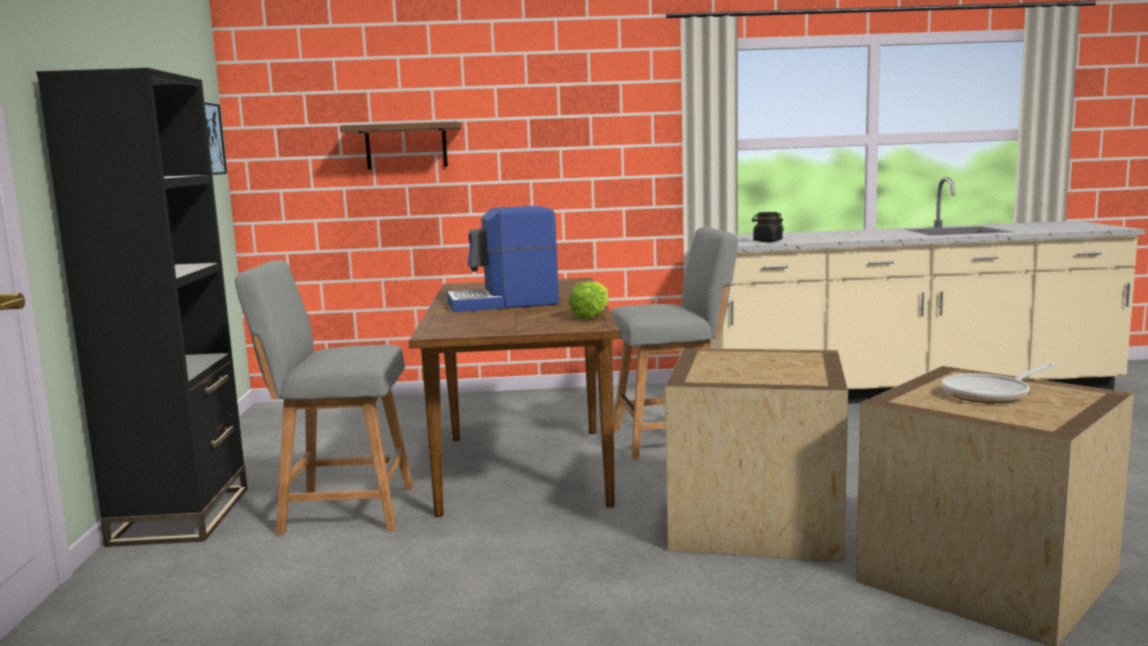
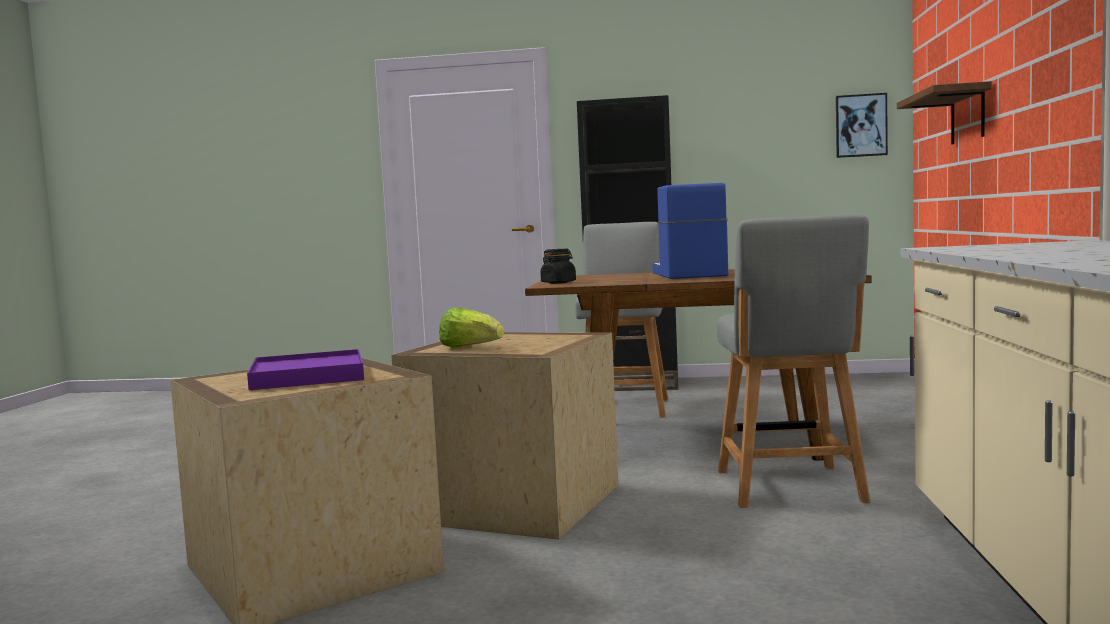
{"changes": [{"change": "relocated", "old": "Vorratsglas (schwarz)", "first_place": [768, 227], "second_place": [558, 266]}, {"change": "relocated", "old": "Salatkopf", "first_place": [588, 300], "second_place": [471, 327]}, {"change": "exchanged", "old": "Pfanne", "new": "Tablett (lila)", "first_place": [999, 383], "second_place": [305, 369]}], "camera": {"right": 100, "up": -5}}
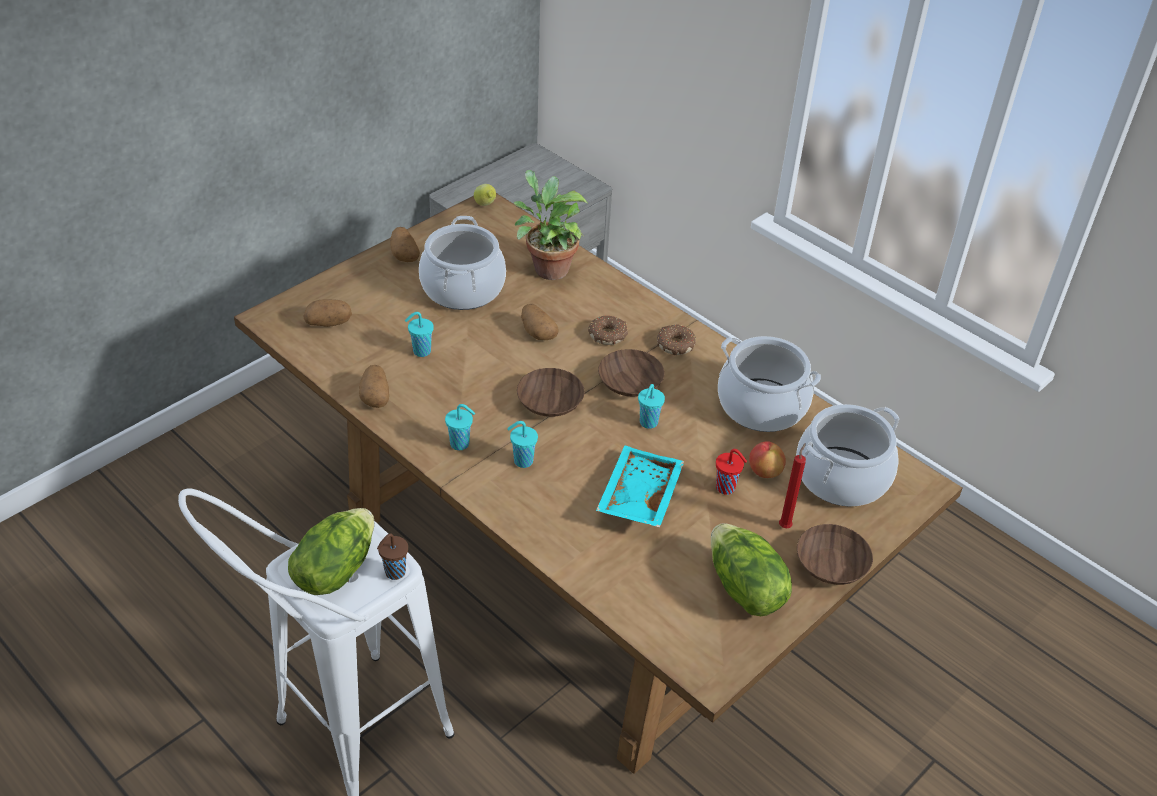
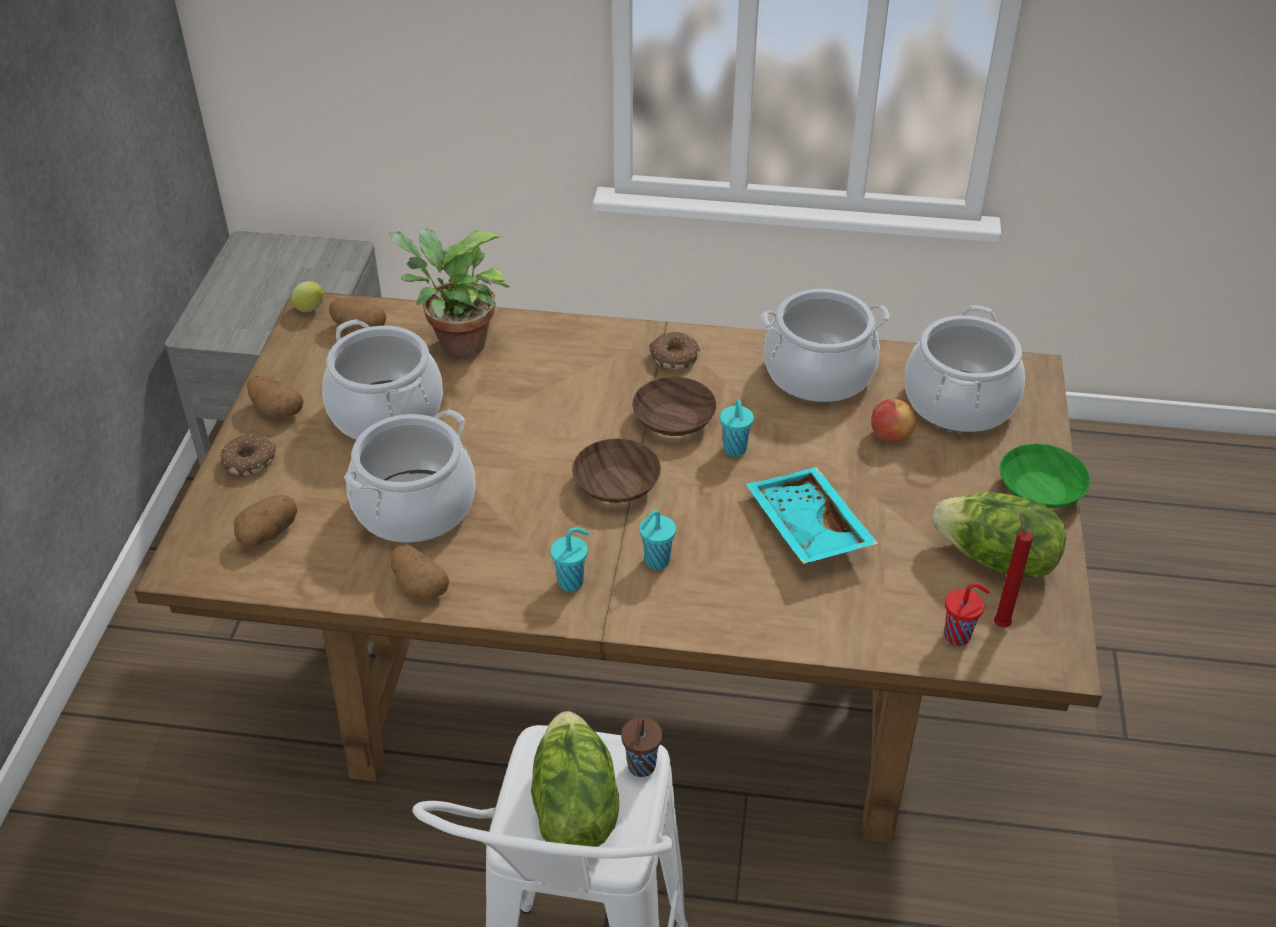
{"changes": [{"change": "relocated", "old": "Kartoffel", "first_place": [540, 322], "second_place": [357, 315]}, {"change": "exchanged", "old": "Tasse (türkis)", "new": "Kochtopf", "first_place": [419, 334], "second_place": [409, 476]}, {"change": "relocated", "old": "Donut", "first_place": [608, 330], "second_place": [248, 455]}, {"change": "relocated", "old": "Kerze (rot)", "first_place": [792, 485], "second_place": [1013, 571]}, {"change": "relocated", "old": "Tasse (rot)", "first_place": [731, 472], "second_place": [967, 614]}, {"change": "colour", "old": "Schüssel (braun)", "new": "Schüssel (grün)", "first_place": [835, 554], "second_place": [1045, 476]}], "camera": {"right": -35, "up": 0}}
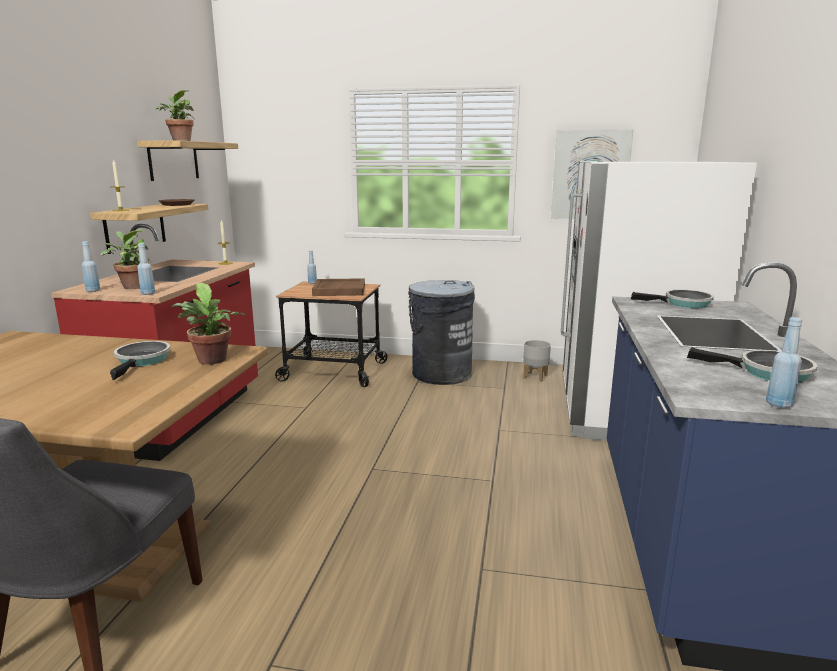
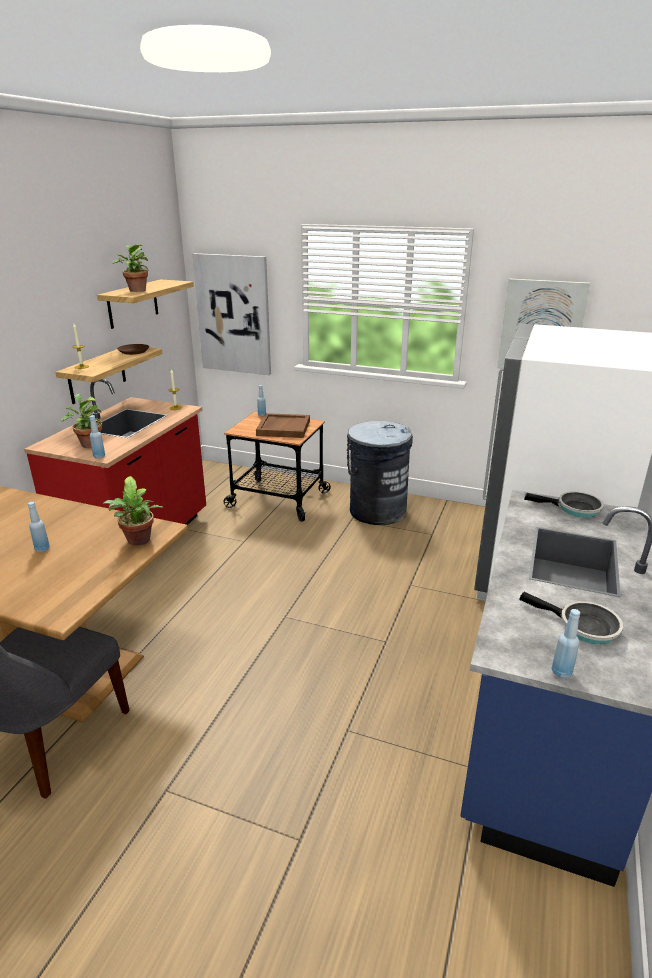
{"changes": [{"change": "relocated", "old": "Flasche (blau)", "first_place": [91, 266], "second_place": [39, 527]}, {"change": "missing", "old": "Pflanzkübel (grau)", "first_place": [537, 361]}, {"change": "missing", "old": "Pfanne", "first_place": [140, 360]}, {"change": "appeared", "new": "Bild", "second_place": [231, 314]}], "camera": {"right": 10, "up": 10}}
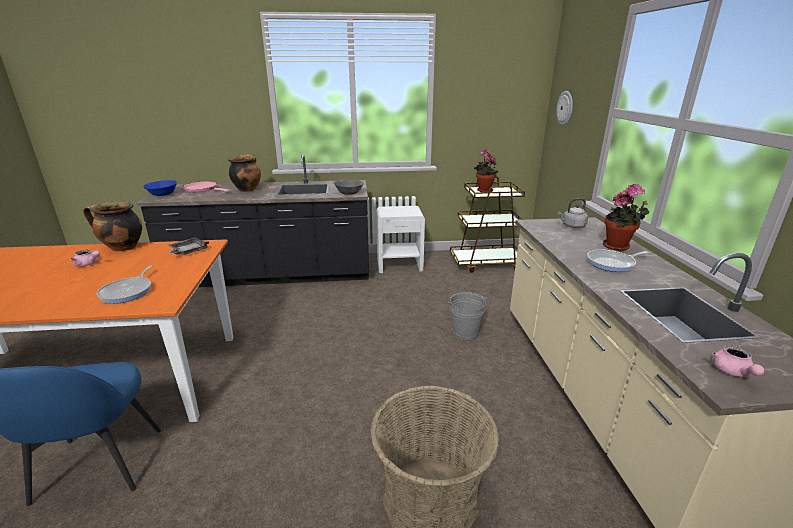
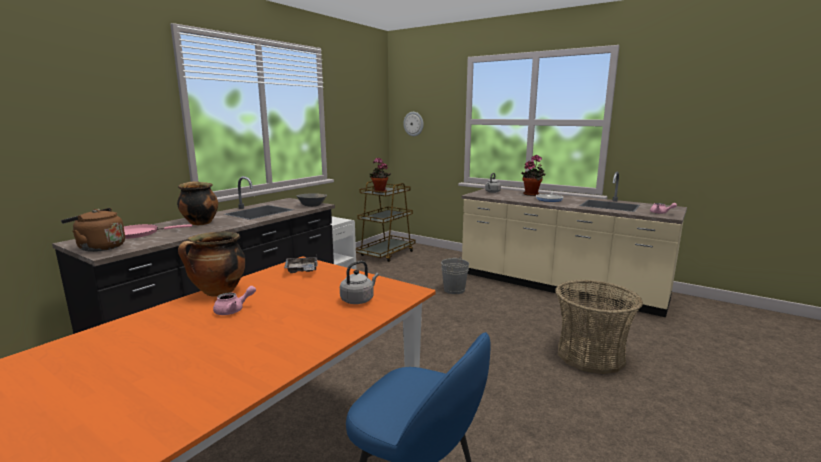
{"changes": [{"change": "exchanged", "old": "Schüssel (blau)", "new": "Wasserkessel (braun)", "first_place": [160, 188], "second_place": [93, 230]}, {"change": "exchanged", "old": "Pfanne", "new": "Wasserkessel (grau)", "first_place": [124, 285], "second_place": [359, 282]}], "camera": {"right": -50, "up": -10}}
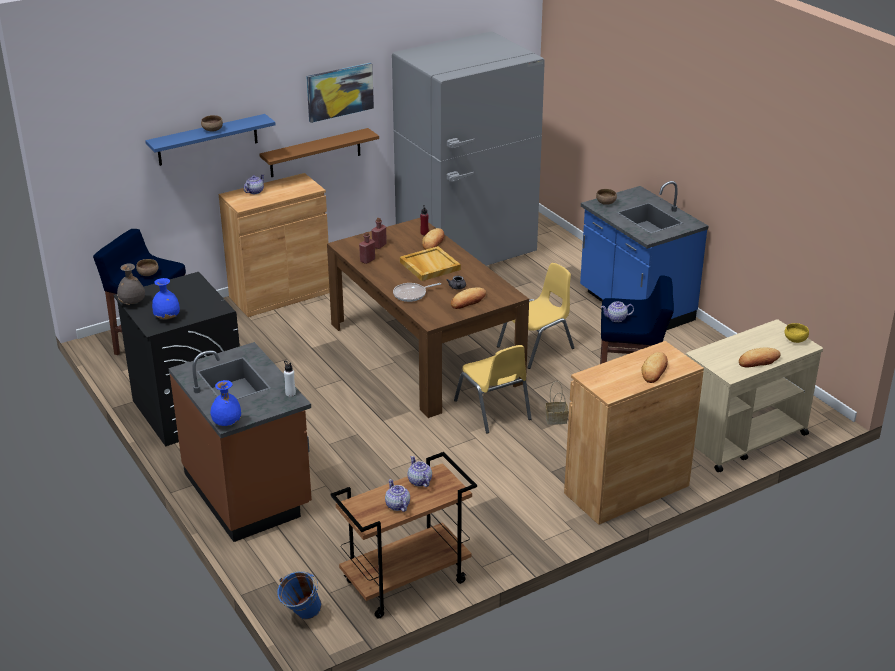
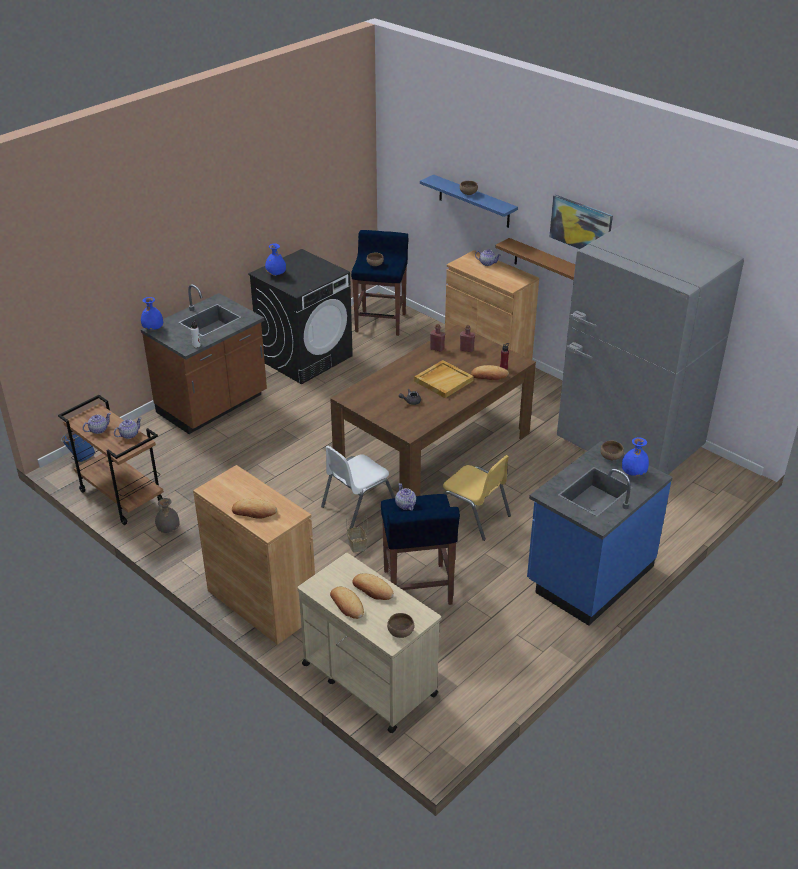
{"changes": [{"change": "relocated", "old": "Vase (grau)", "first_place": [131, 284], "second_place": [167, 515]}, {"change": "missing", "old": "Pfanne", "first_place": [417, 292]}, {"change": "relocated", "old": "Brot", "first_place": [468, 298], "second_place": [373, 586]}, {"change": "colour", "old": "Schüssel (gelb)", "new": "Schüssel (braun)", "first_place": [797, 333], "second_place": [400, 625]}, {"change": "colour", "old": "Stuhl (gelb)", "new": "Stuhl (weiß)", "first_place": [493, 389], "second_place": [358, 487]}, {"change": "appeared", "new": "Vase (blau)", "second_place": [635, 456]}], "camera": {"right": 75, "up": 5}}
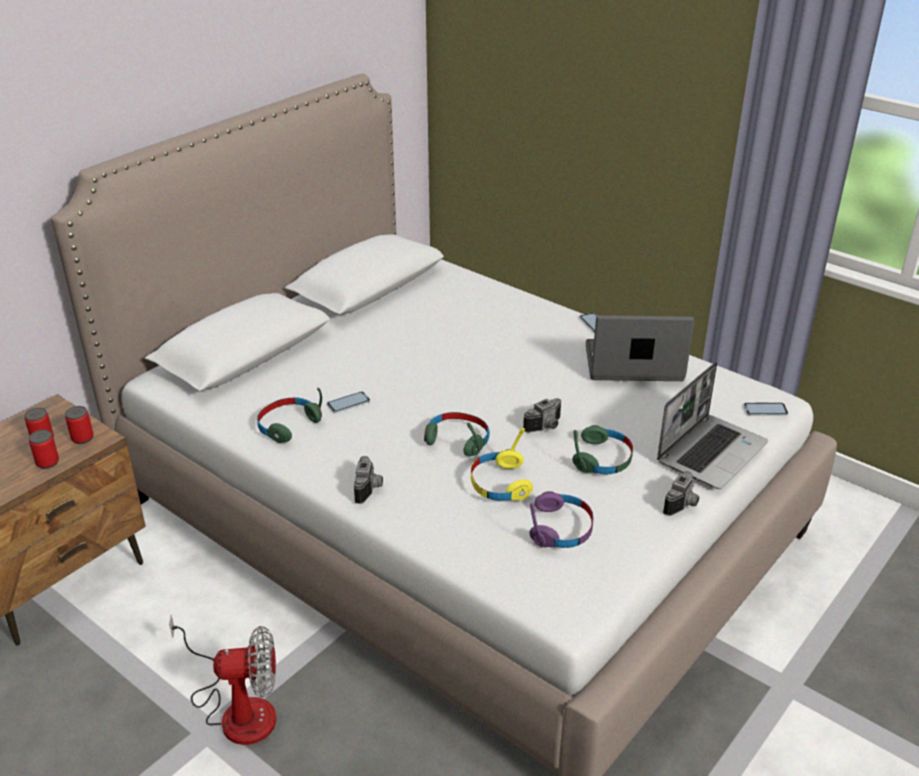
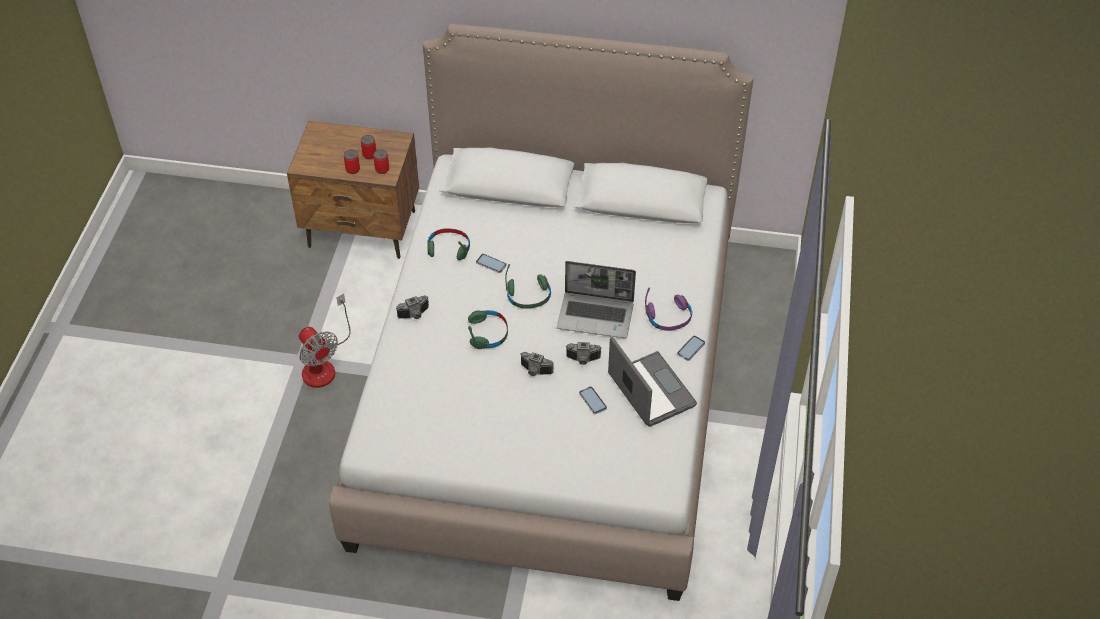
{"changes": [{"change": "relocated", "old": "Laptop", "first_place": [712, 425], "second_place": [596, 299]}, {"change": "relocated", "old": "Handy", "first_place": [766, 409], "second_place": [593, 400]}, {"change": "relocated", "old": "Kopfhörer (grün)", "first_place": [602, 449], "second_place": [528, 286]}, {"change": "missing", "old": "Kopfhörer (gelb)", "first_place": [502, 464]}, {"change": "relocated", "old": "Kamera", "first_place": [681, 493], "second_place": [584, 353]}, {"change": "relocated", "old": "Kopfhörer (lila)", "first_place": [561, 519], "second_place": [668, 309]}], "camera": {"right": 60, "up": 15}}
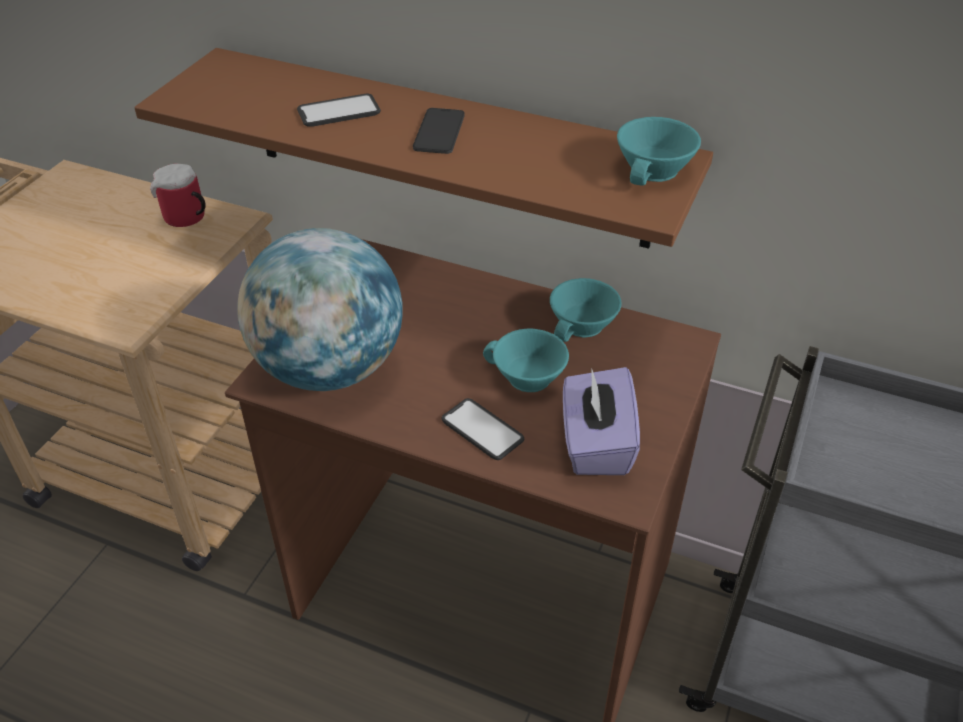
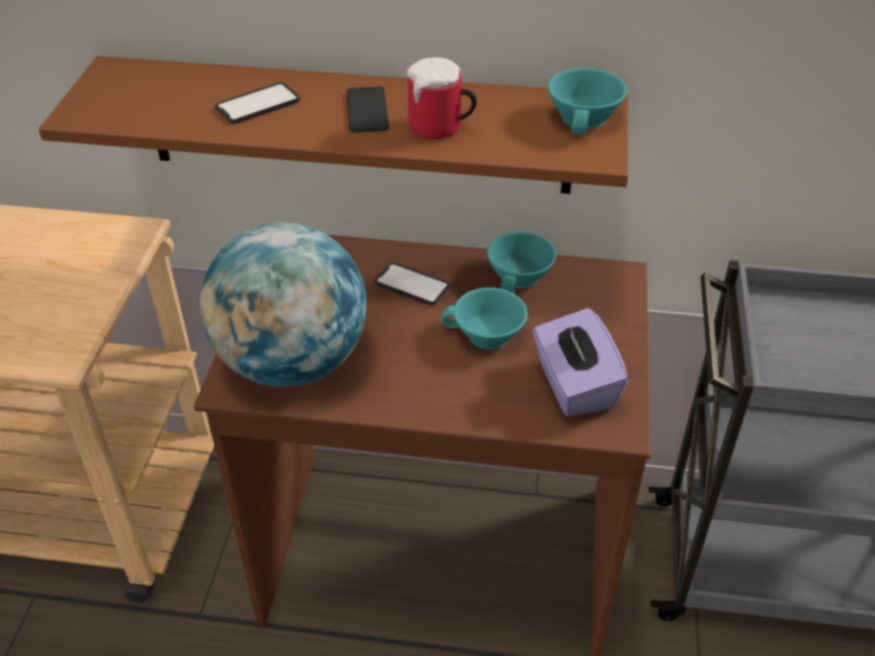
{"changes": [{"change": "relocated", "old": "Henkelbecher", "first_place": [178, 195], "second_place": [441, 98]}, {"change": "relocated", "old": "Handy", "first_place": [482, 429], "second_place": [412, 284]}], "camera": {"right": -15, "up": 0}}
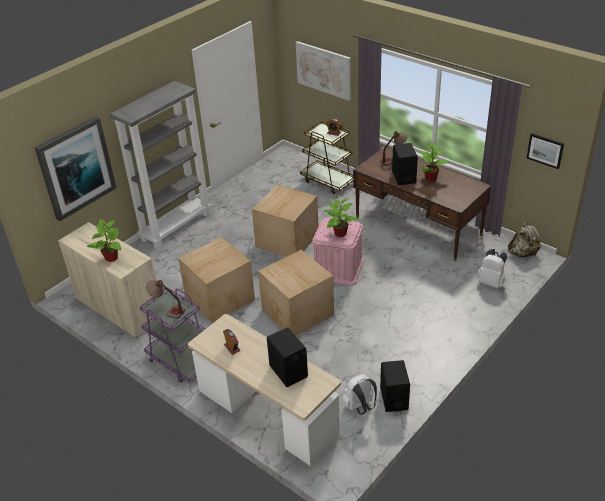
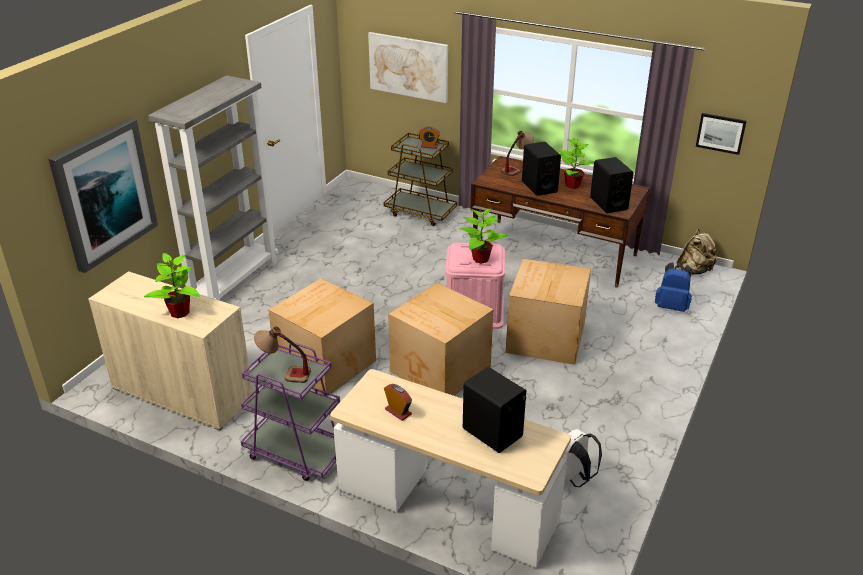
{"changes": [{"change": "relocated", "old": "Karton", "first_place": [285, 221], "second_place": [548, 312]}, {"change": "colour", "old": "Rucksack (weiß)", "new": "Rucksack (blau)", "first_place": [492, 268], "second_place": [674, 287]}, {"change": "relocated", "old": "Lautsprecher (schwarz)", "first_place": [395, 386], "second_place": [612, 185]}], "camera": {"right": -15, "up": -5}}
